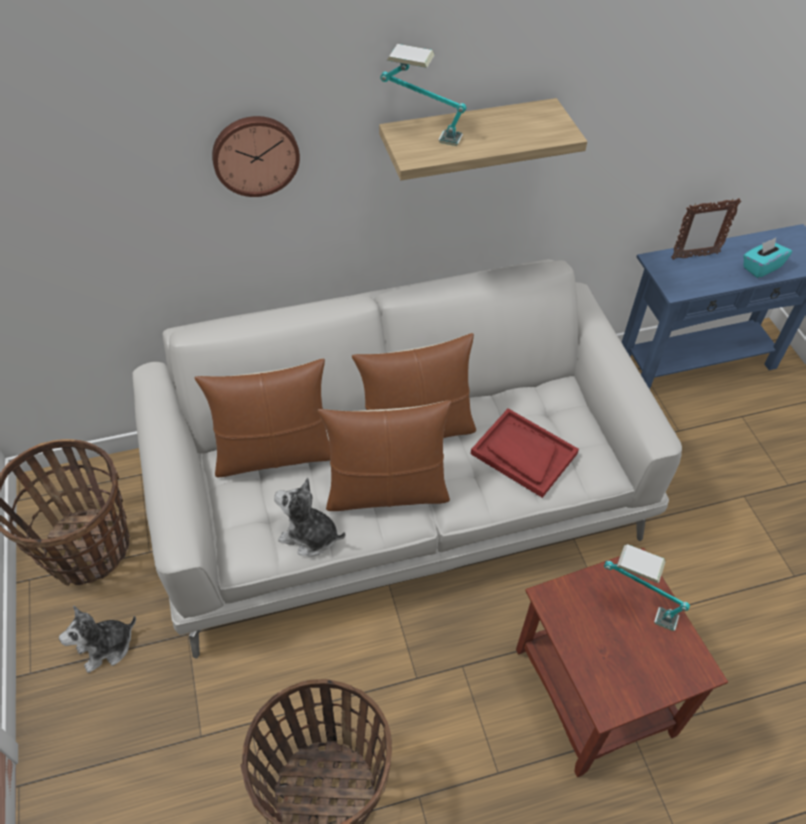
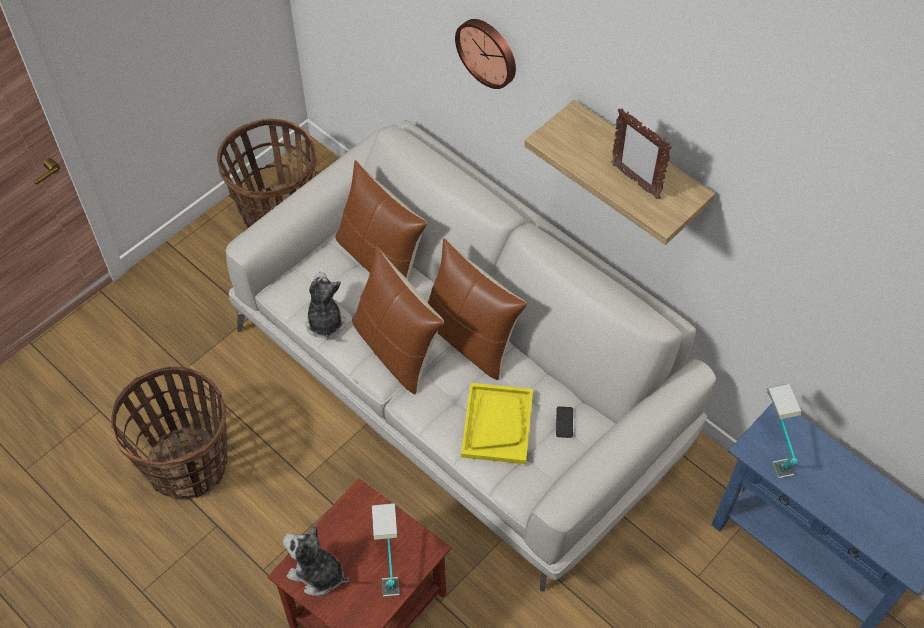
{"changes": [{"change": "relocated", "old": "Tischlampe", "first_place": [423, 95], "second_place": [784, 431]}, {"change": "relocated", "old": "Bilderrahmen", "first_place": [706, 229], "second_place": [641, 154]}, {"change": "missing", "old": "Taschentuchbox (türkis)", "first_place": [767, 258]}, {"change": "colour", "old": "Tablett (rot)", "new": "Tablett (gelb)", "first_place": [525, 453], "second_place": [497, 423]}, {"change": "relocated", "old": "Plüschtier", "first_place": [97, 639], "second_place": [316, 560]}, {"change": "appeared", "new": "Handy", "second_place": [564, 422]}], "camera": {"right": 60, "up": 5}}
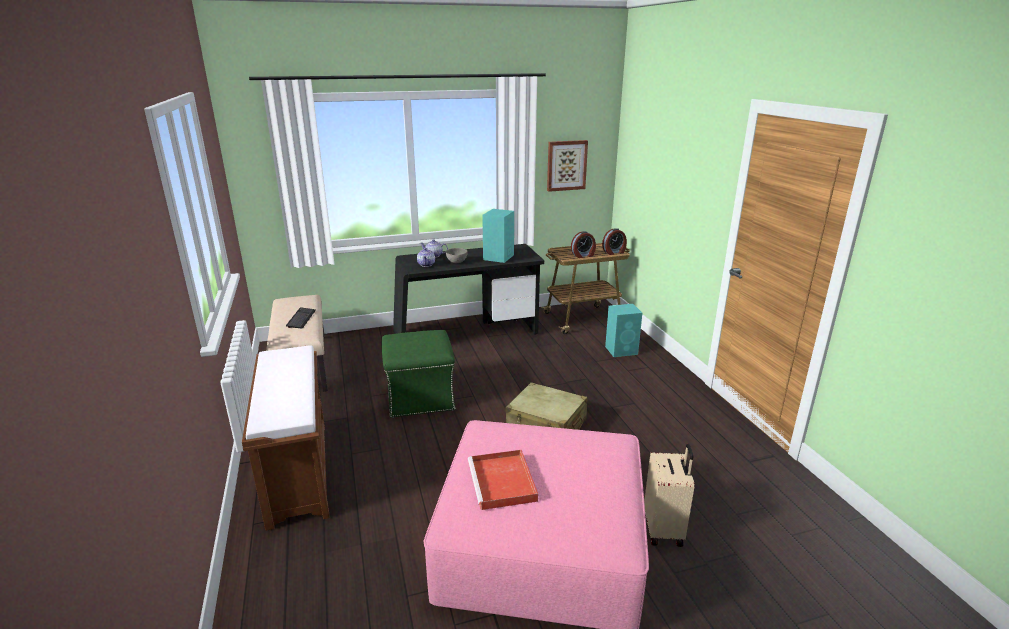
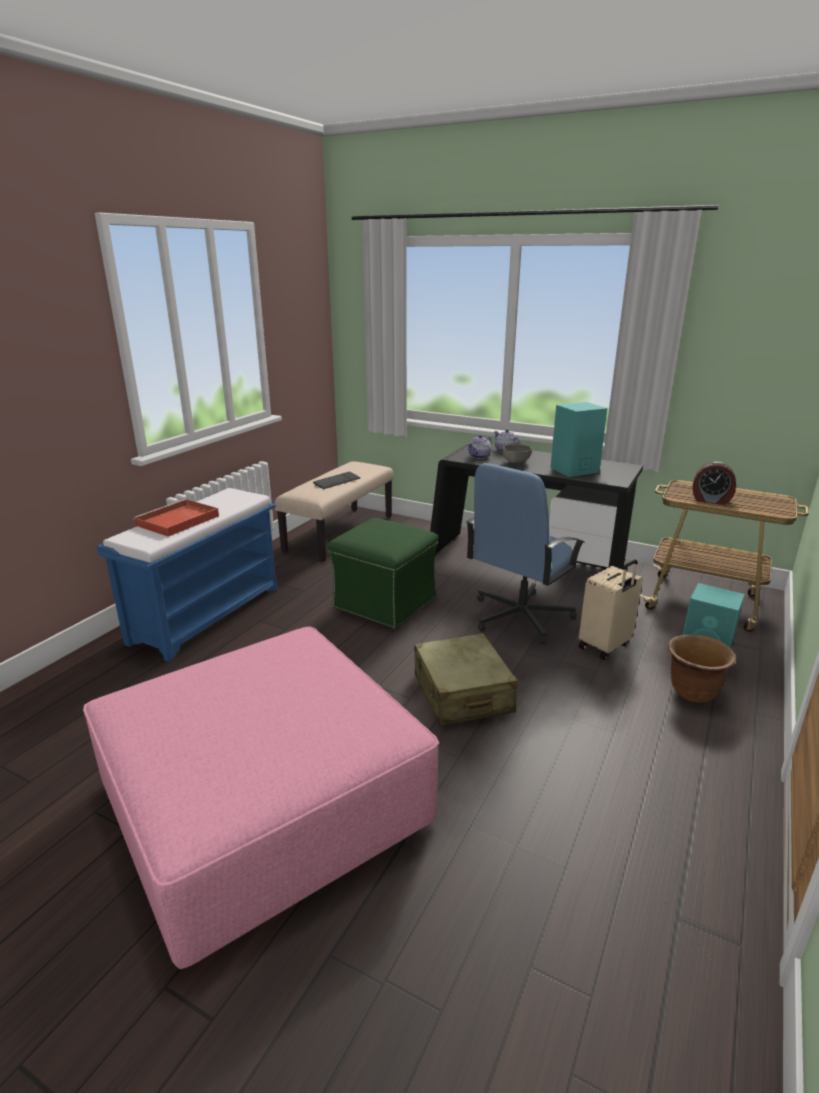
{"changes": [{"change": "missing", "old": "Bild", "first_place": [567, 166]}, {"change": "missing", "old": "Wecker", "first_place": [614, 241]}, {"change": "colour", "old": "Bank (braun)", "new": "Bank (blau)", "first_place": [285, 438], "second_place": [187, 575]}, {"change": "relocated", "old": "Koffer (beige)", "first_place": [669, 495], "second_place": [611, 609]}, {"change": "relocated", "old": "Tablett (rot)", "first_place": [503, 480], "second_place": [176, 518]}, {"change": "appeared", "new": "Bürostuhl (blau)", "second_place": [525, 553]}, {"change": "appeared", "new": "Pflanzkübel (braun)", "second_place": [702, 668]}], "camera": {"right": 45, "up": 0}}
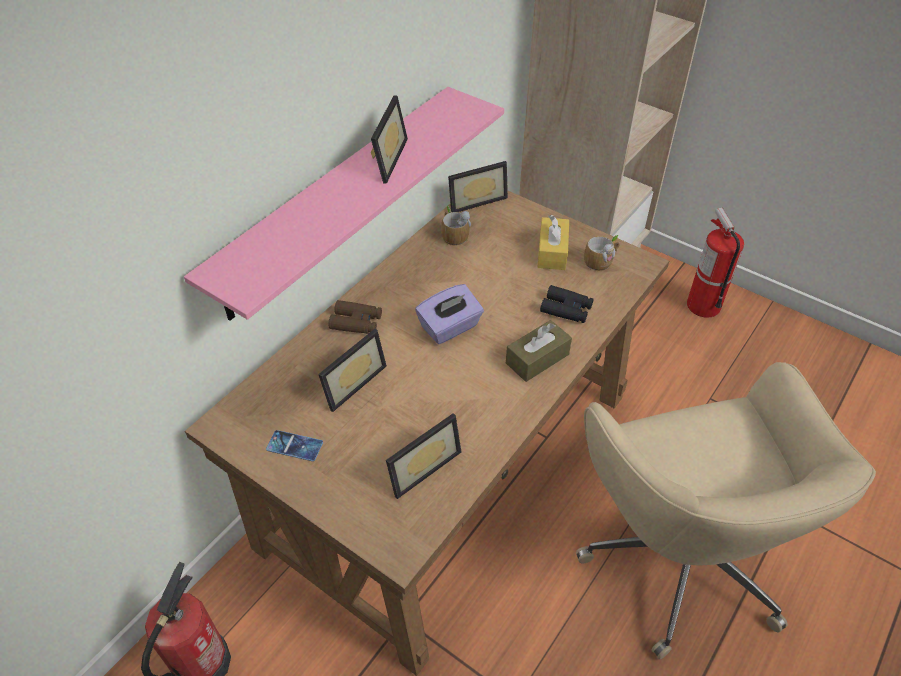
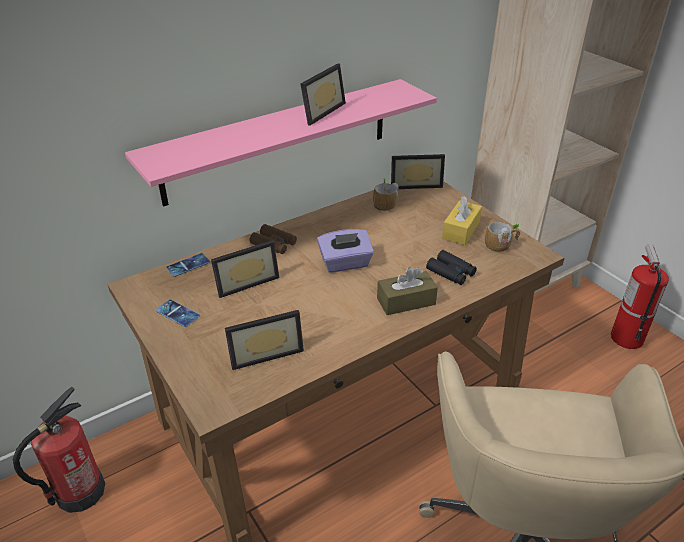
{"changes": [{"change": "appeared", "new": "Handy", "second_place": [188, 265]}], "camera": {"right": 20, "up": -10}}
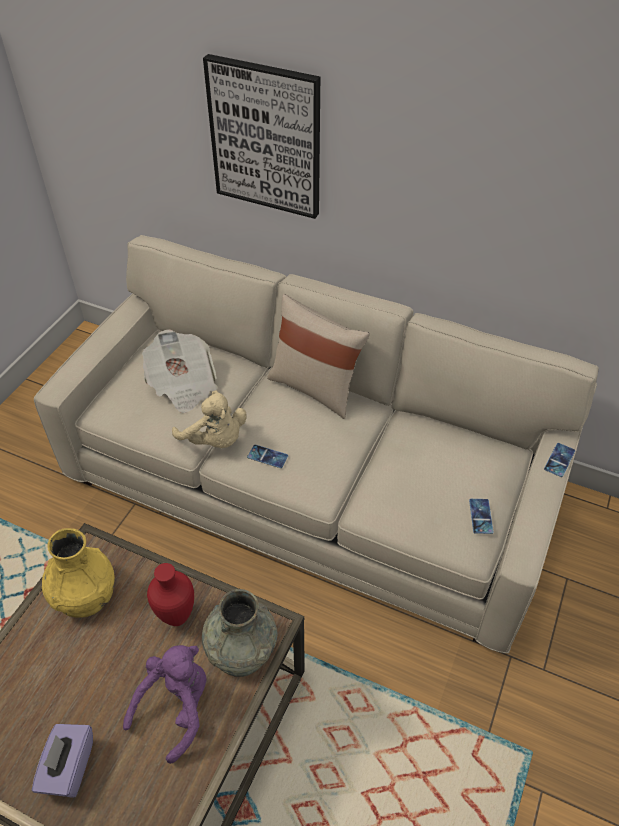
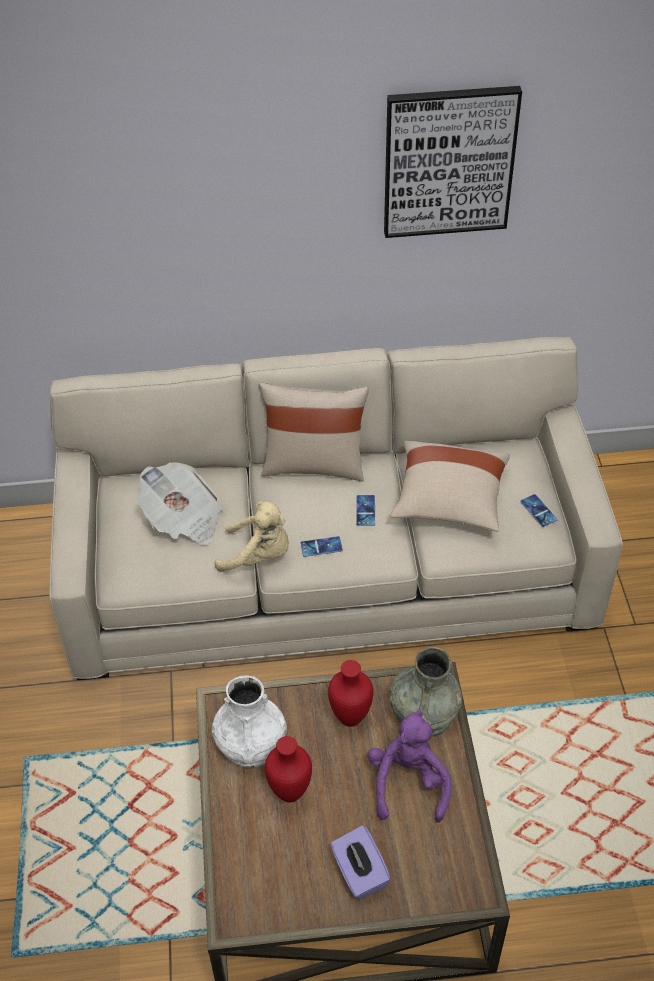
{"changes": [{"change": "relocated", "old": "Bild", "first_place": [261, 136], "second_place": [453, 162]}, {"change": "relocated", "old": "Handy", "first_place": [559, 460], "second_place": [365, 510]}, {"change": "colour", "old": "Vase (gelb)", "new": "Vase (weiß)", "first_place": [78, 573], "second_place": [249, 722]}, {"change": "appeared", "new": "Kissen (beige)", "second_place": [450, 486]}, {"change": "appeared", "new": "Vase (rot)", "second_place": [288, 769]}], "camera": {"right": -30, "up": 0}}
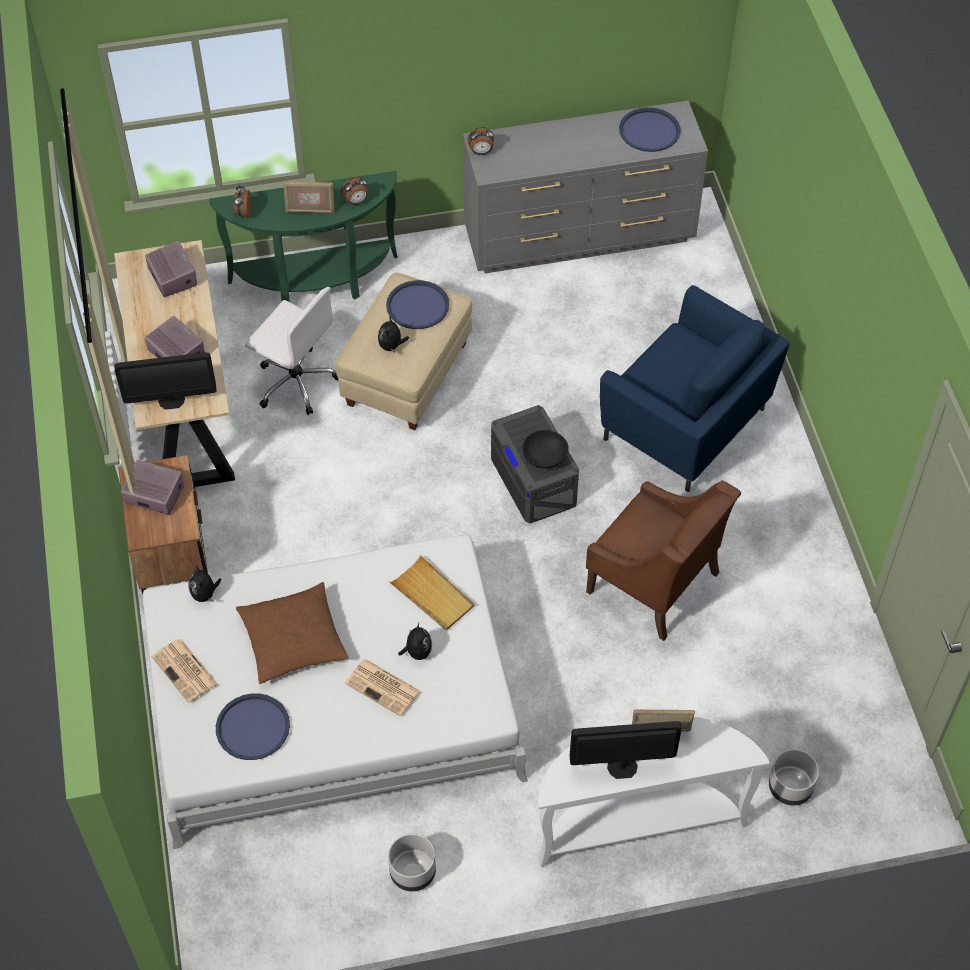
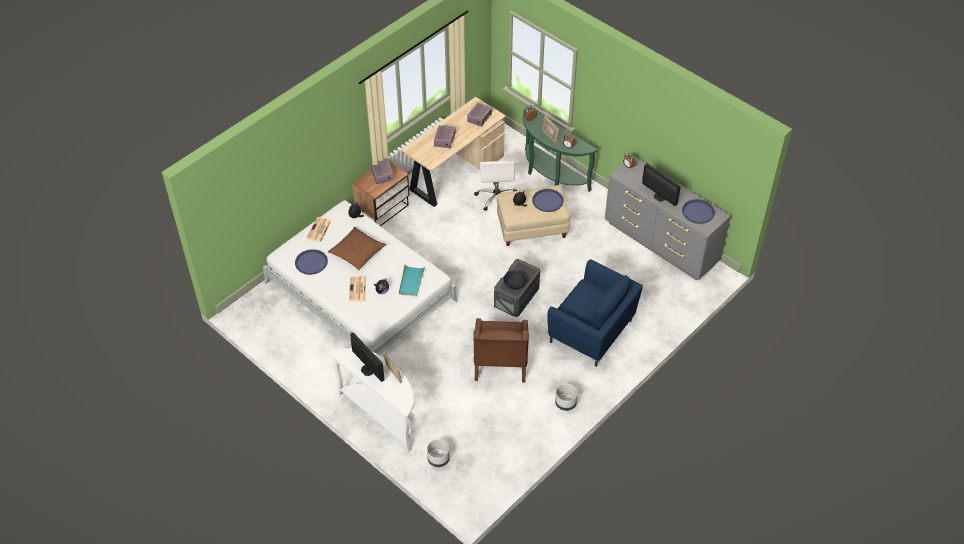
{"changes": [{"change": "spun", "old": "Sessel (blau)", "first_place": [695, 388], "second_place": [595, 313], "degrees": -60}, {"change": "relocated", "old": "Monitor", "first_place": [166, 381], "second_place": [661, 184]}, {"change": "colour", "old": "Tablett (beige)", "new": "Tablett (türkis)", "first_place": [431, 592], "second_place": [412, 281]}, {"change": "relocated", "old": "Pflanzkübel (grau)", "first_place": [412, 863], "second_place": [566, 397]}], "camera": {"right": 55, "up": -5}}
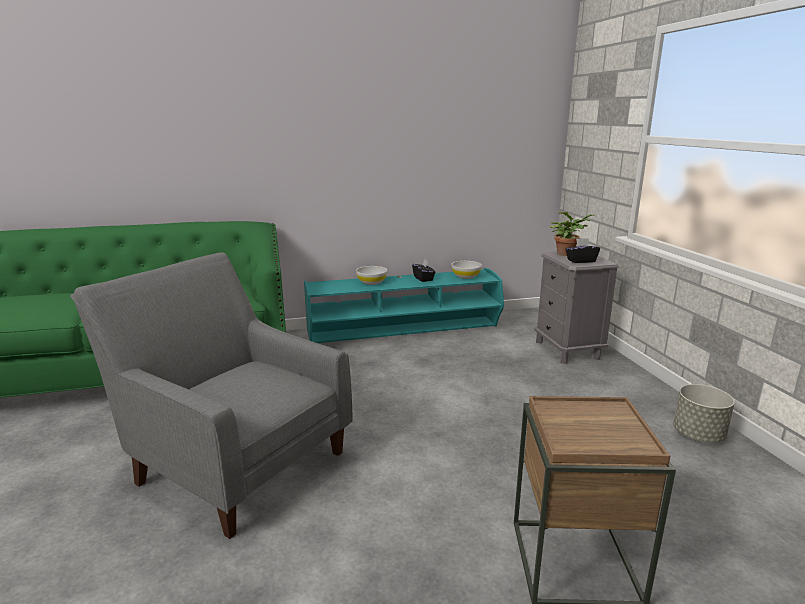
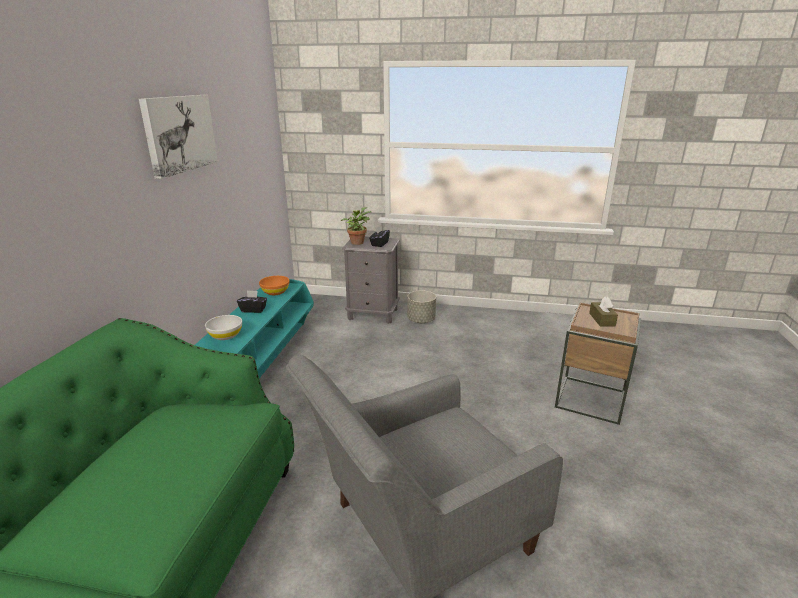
{"changes": [{"change": "colour", "old": "Schüssel (weiß)", "new": "Schüssel (orange)", "first_place": [466, 270], "second_place": [274, 285]}, {"change": "relocated", "old": "Pflanzkübel (grau)", "first_place": [704, 413], "second_place": [421, 306]}, {"change": "appeared", "new": "Bild", "second_place": [178, 137]}, {"change": "appeared", "new": "Taschentuchbox (braun)", "second_place": [603, 311]}], "camera": {"right": -65, "up": 5}}
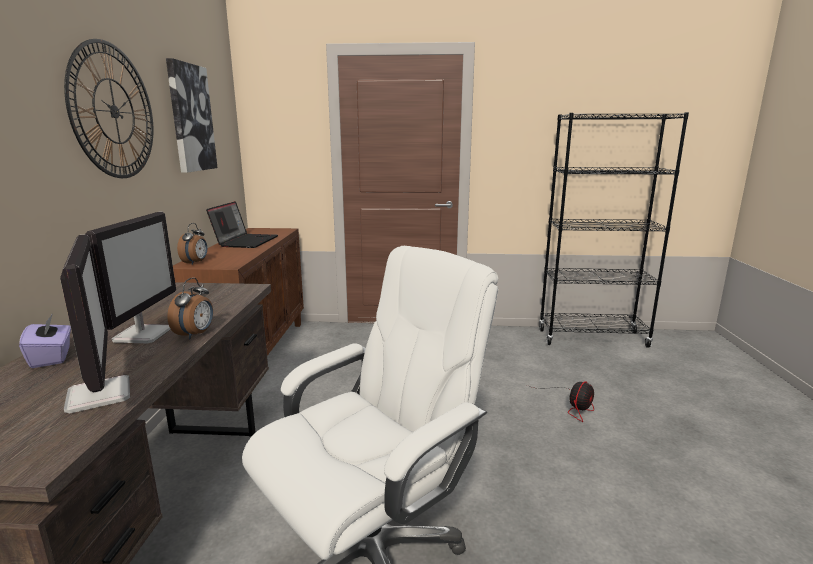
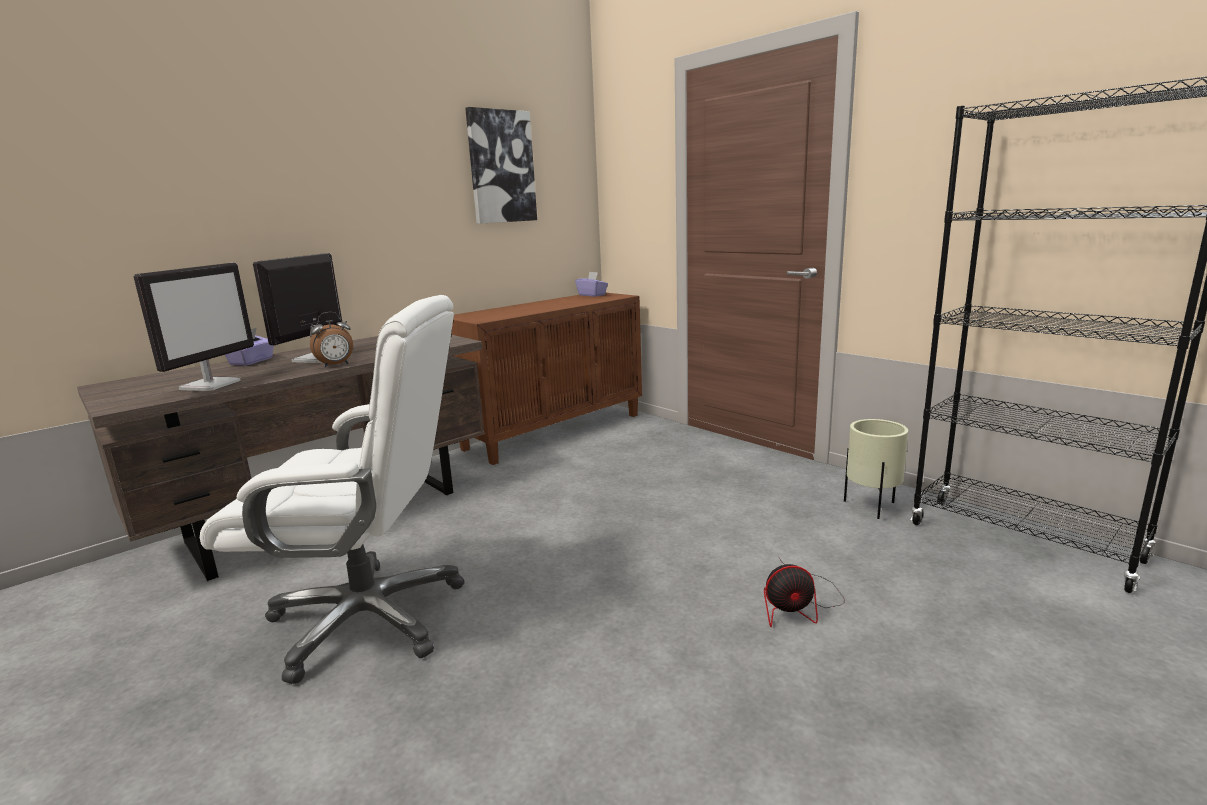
{"changes": [{"change": "missing", "old": "Wanduhr", "first_place": [108, 108]}, {"change": "missing", "old": "Laptop", "first_place": [242, 224]}, {"change": "spun", "old": "Monitor", "first_place": [131, 277], "second_place": [297, 308], "degrees": 150}, {"change": "missing", "old": "Wecker", "first_place": [192, 244]}, {"change": "appeared", "new": "Taschentuchbox (lila)", "second_place": [591, 284]}, {"change": "appeared", "new": "Pflanzkübel (beige)", "second_place": [876, 469]}], "camera": {"right": 45, "up": 0}}
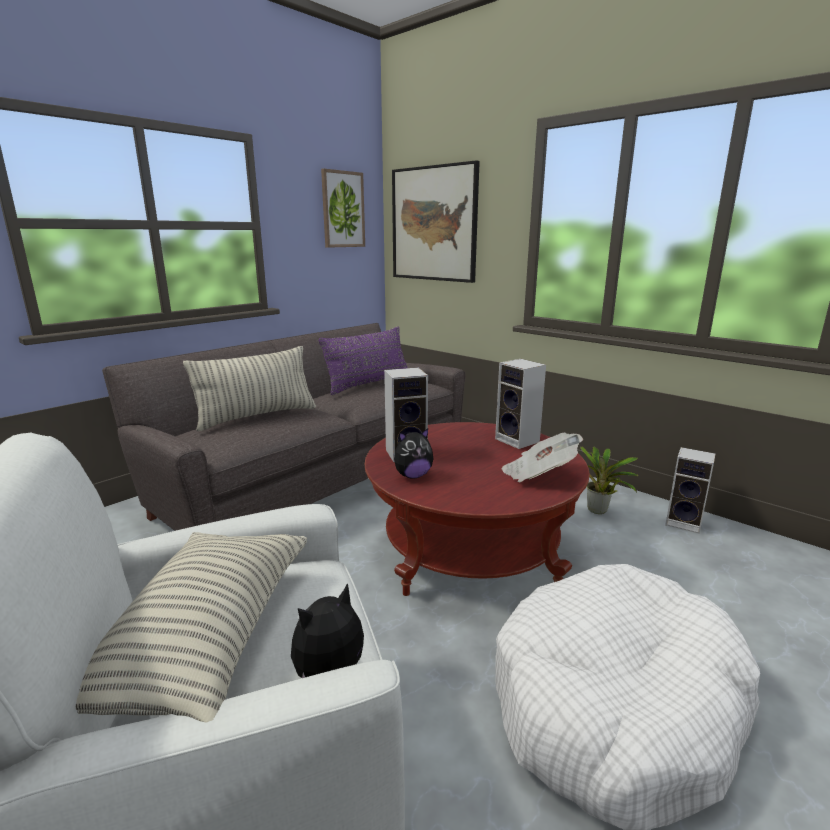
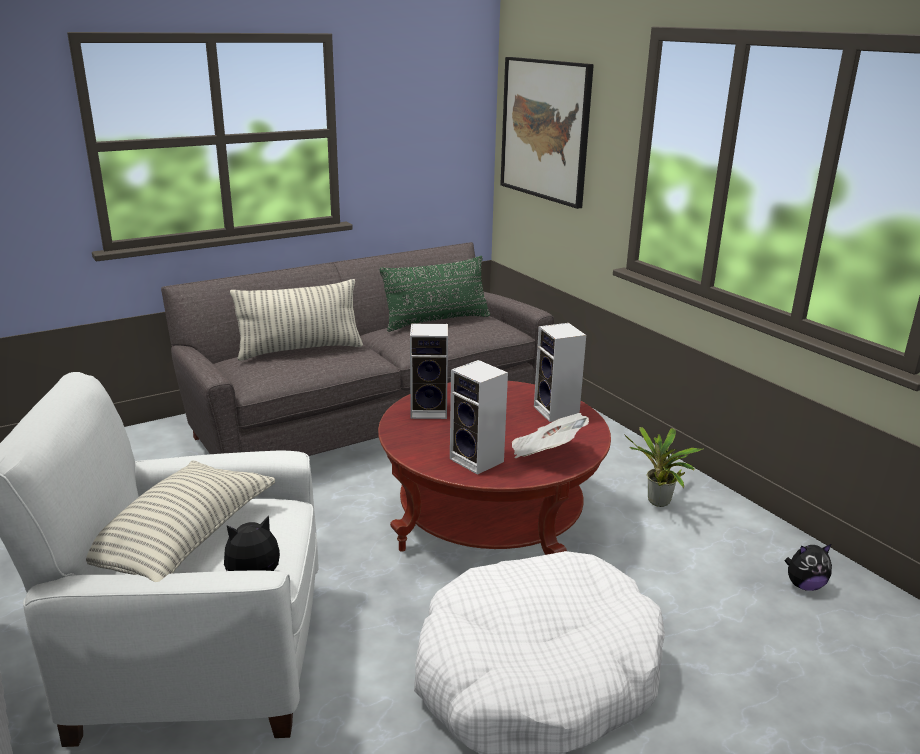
{"changes": [{"change": "missing", "old": "Bild", "first_place": [343, 208]}, {"change": "colour", "old": "Kissen (lila)", "new": "Kissen (grün)", "first_place": [362, 361], "second_place": [435, 294]}, {"change": "relocated", "old": "Plüschtier", "first_place": [414, 453], "second_place": [808, 567]}, {"change": "relocated", "old": "Lautsprecher", "first_place": [690, 490], "second_place": [479, 417]}], "camera": {"right": 15, "up": 5}}
